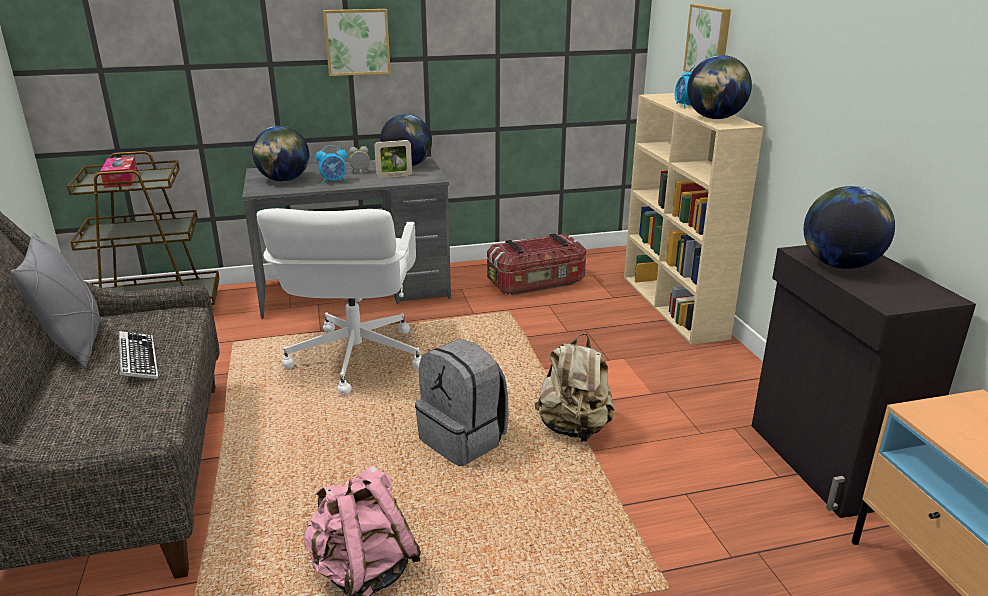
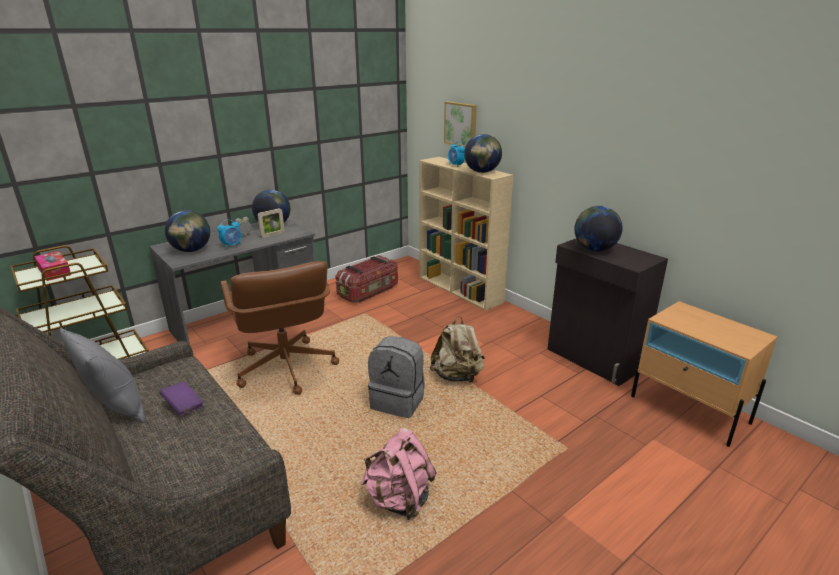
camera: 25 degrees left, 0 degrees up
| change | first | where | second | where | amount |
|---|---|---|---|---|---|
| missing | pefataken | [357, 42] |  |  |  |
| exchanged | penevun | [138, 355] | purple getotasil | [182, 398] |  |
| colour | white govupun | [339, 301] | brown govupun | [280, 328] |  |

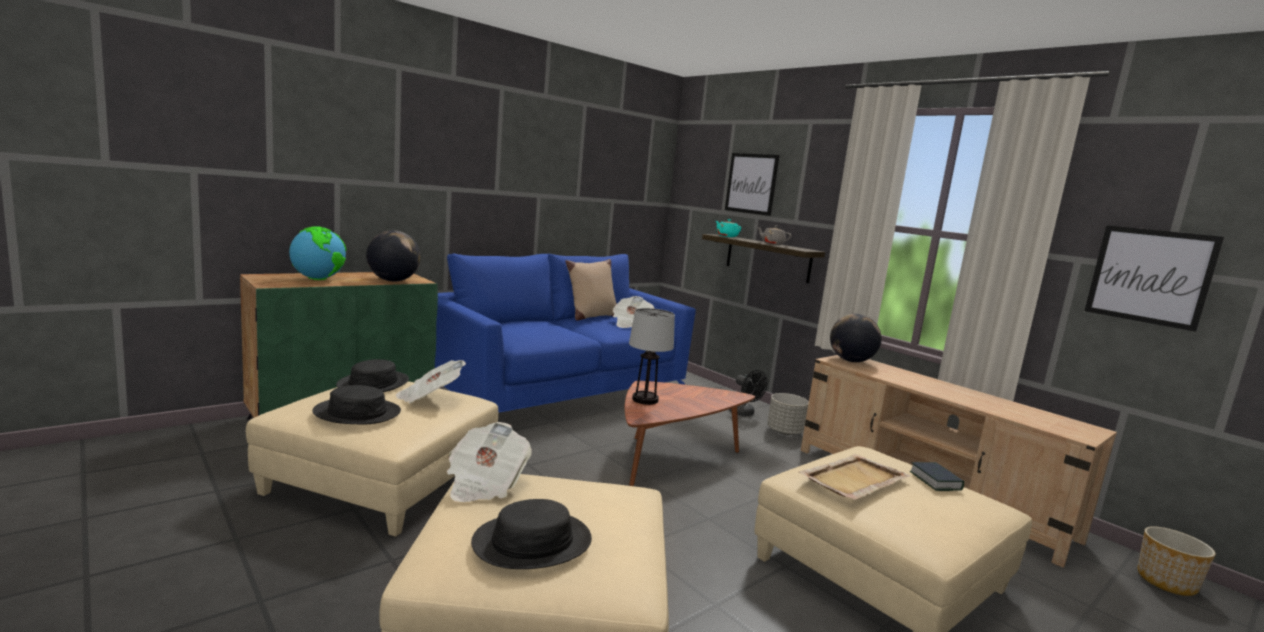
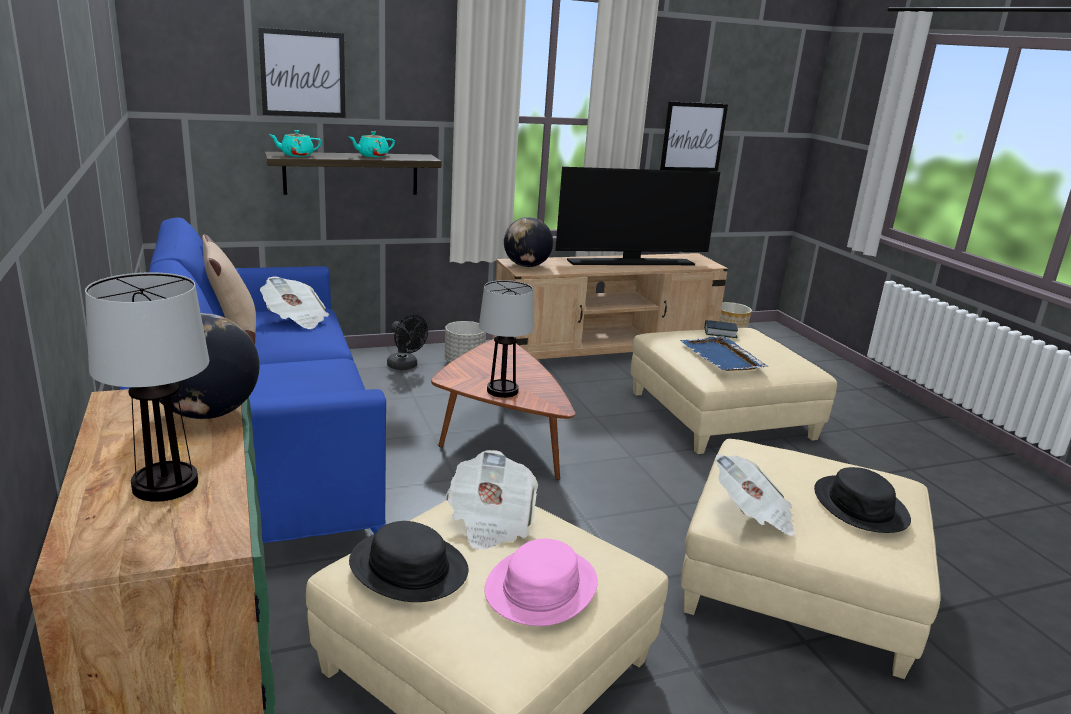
camera: 70 degrees left, 10 degrees up
| change | first | where | second | where | amount |
|---|---|---|---|---|---|
| appeared |  |  | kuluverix | [637, 216] |  |
| exchanged | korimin | [317, 253] | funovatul | [147, 387] |  |
| colour | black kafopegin | [356, 404] | pink kafopegin | [541, 582] |  |
| colour | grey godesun | [774, 235] | turquoise godesun | [372, 144] |  |
| colour | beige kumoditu | [854, 477] | blue kumoditu | [724, 353] |  |
| spun | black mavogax | [748, 393] |  | [407, 342] | 60 degrees clockwise |

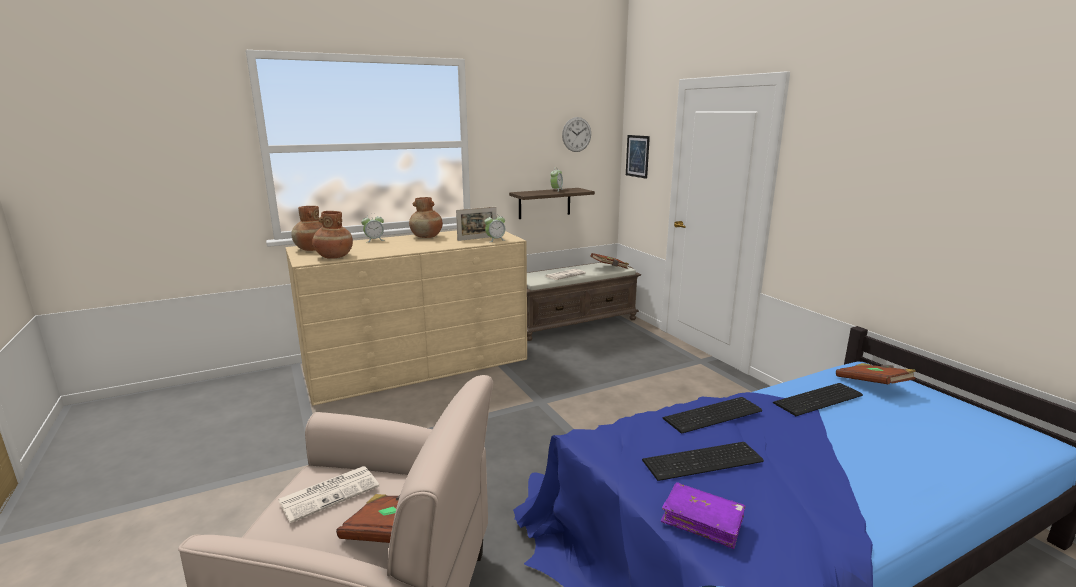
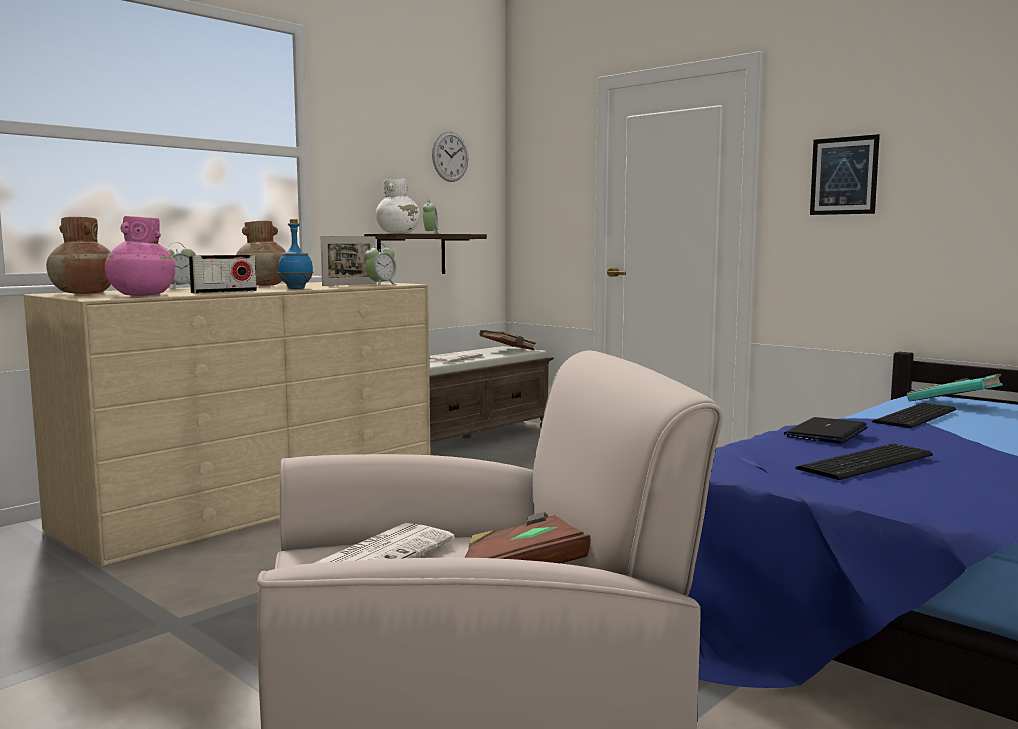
camera: 20 degrees left, 10 degrees down
| change | first | where | second | where | amount |
|---|---|---|---|---|---|
| missing | purple getotasil | [703, 515] |  |  |  |
| appeared |  |  | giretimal | [223, 274] |  |
| appeared |  |  | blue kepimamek | [295, 254] |  |
| appeared |  |  | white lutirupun | [398, 206] |  |
| relocated | pefataken | [638, 157] |  | [845, 174] |  |
| exchanged | penevun | [712, 415] | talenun | [825, 430] |  |
| colour | brown lutirupun | [332, 235] | pink lutirupun | [140, 256] |  |
| colour | brown getotasil | [876, 373] | turquoise getotasil | [955, 388] |  |

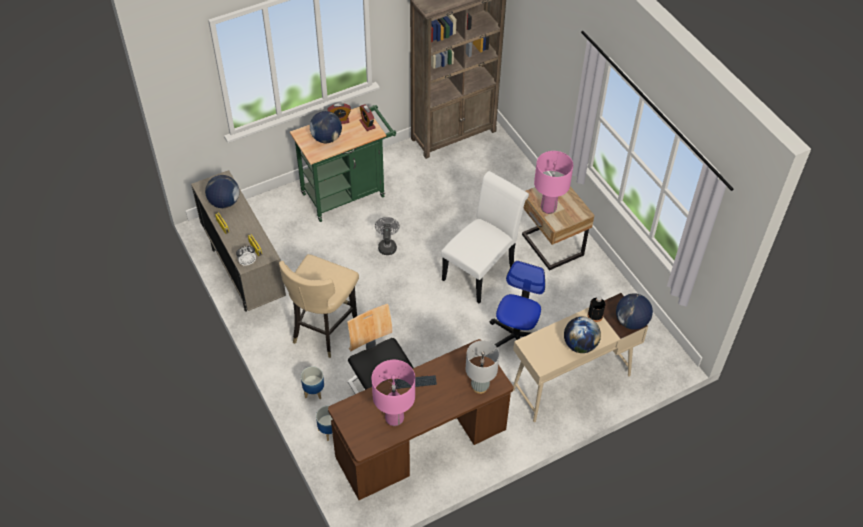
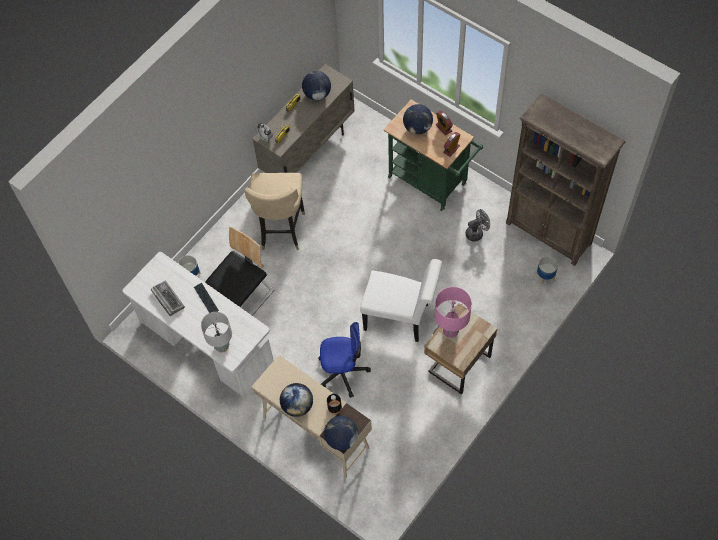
camera: 70 degrees right, 10 degrees up
| change | first | where | second | where | amount |
|---|---|---|---|---|---|
| relocated | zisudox | [312, 382] |  | [547, 270] |  |
| relocated | grey mavogax | [387, 236] |  | [478, 225] |  |
| exchanged | pink funovatul | [393, 393] | penevun | [168, 298] |  |
| colour | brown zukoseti | [420, 419] | white zukoseti | [198, 325] |  |
| spun | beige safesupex | [319, 306] |  | [274, 212] | 90 degrees counterclockwise |

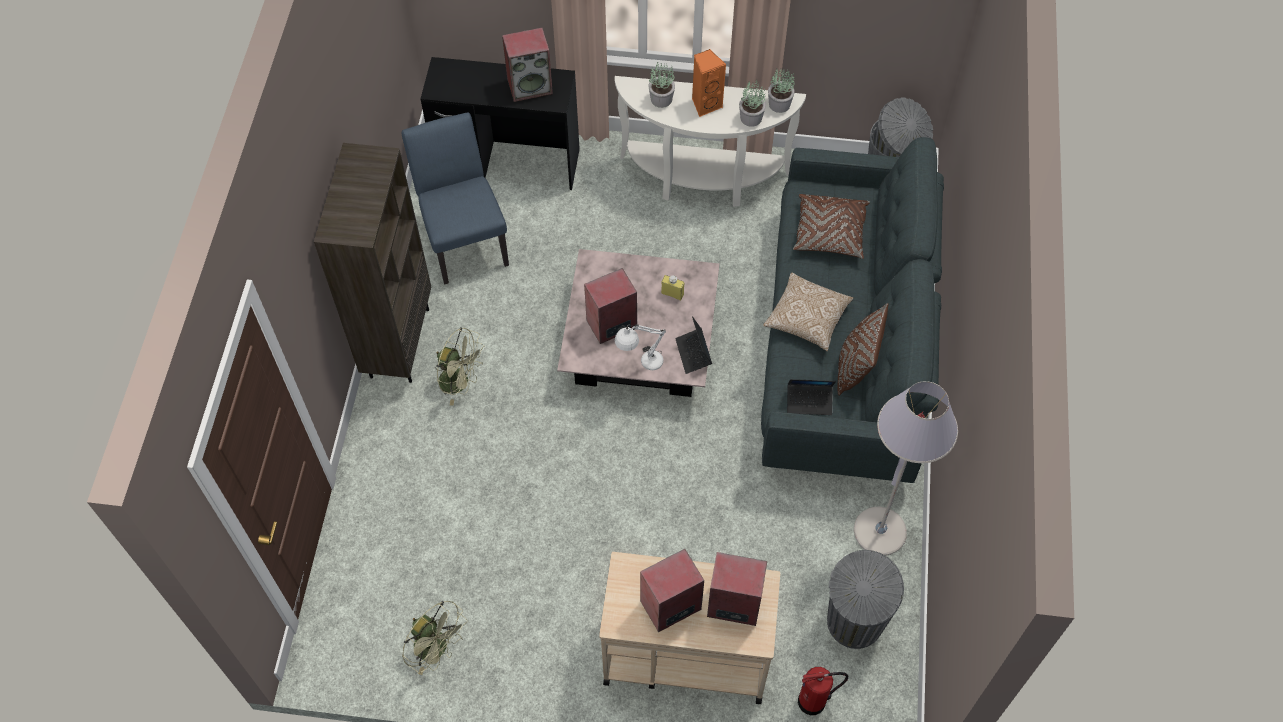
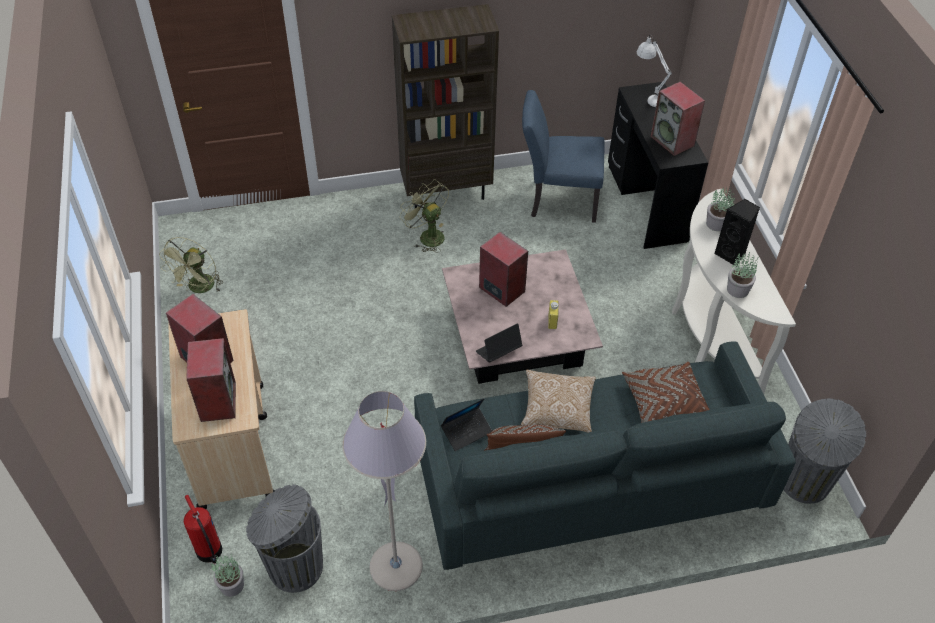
camera: 70 degrees right, 10 degrees down
| change | first | where | second | where | amount |
|---|---|---|---|---|---|
| relocated | white funovatul | [640, 347] |  | [654, 70] |  |
| relocated | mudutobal | [781, 90] |  | [227, 575] |  |
| colour | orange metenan | [709, 83] | black metenan | [737, 233] |  |
| spun | blue safesupex | [455, 198] |  | [563, 156] | 135 degrees counterclockwise |
| spun | green mavogax | [459, 366] |  | [424, 216] | 135 degrees clockwise |
| spun | talenun | [811, 397] |  | [466, 425] | 105 degrees counterclockwise |

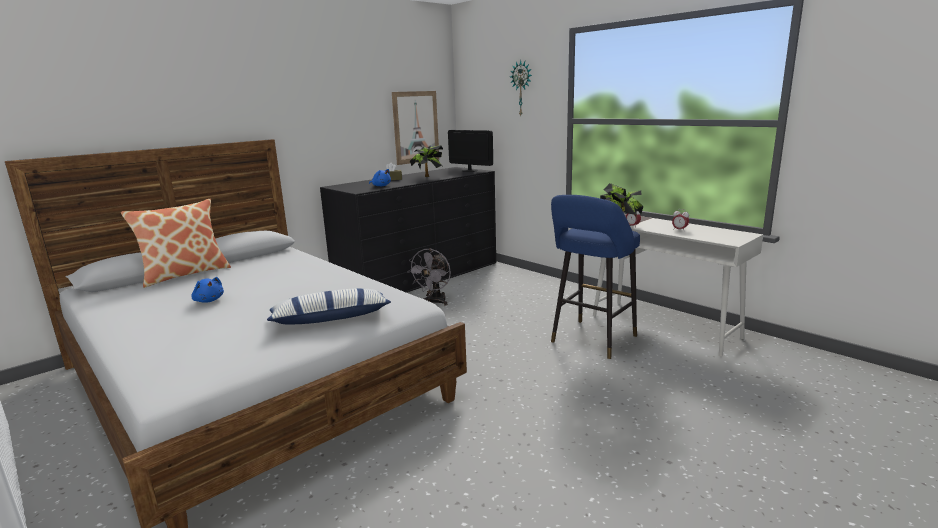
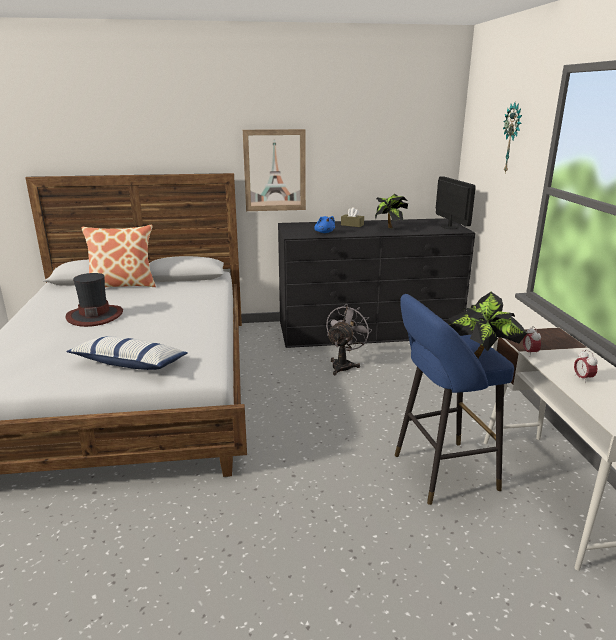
camera: 35 degrees right, 5 degrees up
| change | first | where | second | where | amount |
|---|---|---|---|---|---|
| relocated | pefataken | [415, 128] |  | [274, 170] |  |
| exchanged | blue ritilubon | [207, 290] | kafopegin | [94, 300] |  |
| spun | grey mavogax | [429, 277] |  | [349, 339] | 150 degrees clockwise |

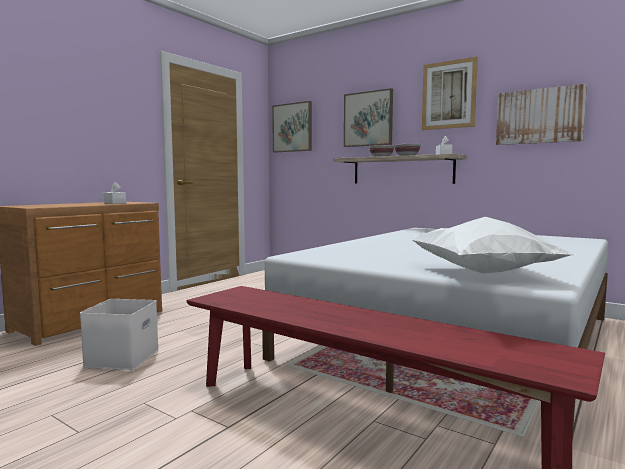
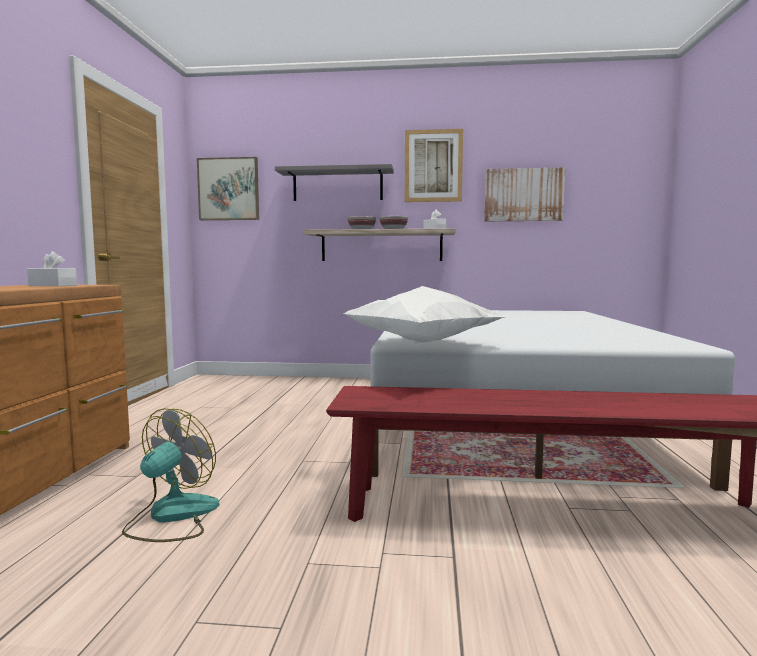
camera: 30 degrees left, 0 degrees up
| change | first | where | second | where | amount |
|---|---|---|---|---|---|
| relocated | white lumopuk | [493, 245] |  | [425, 314] |  |
| exchanged | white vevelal | [119, 334] | mavogax | [170, 475] |  |
| exchanged | pefataken | [368, 117] | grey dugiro | [334, 182] |  |

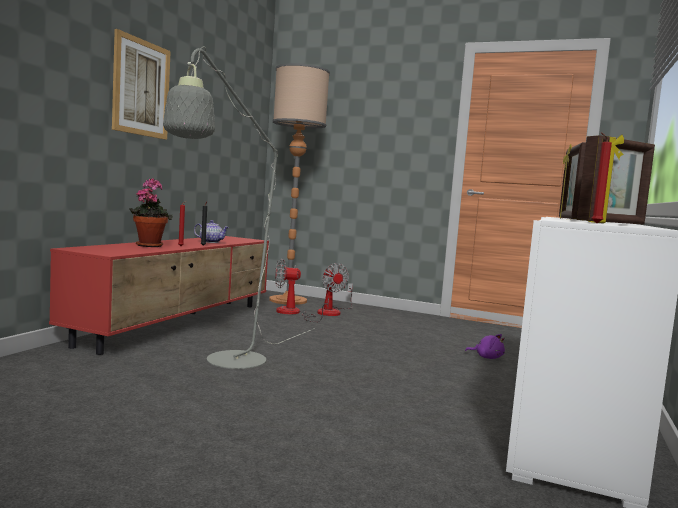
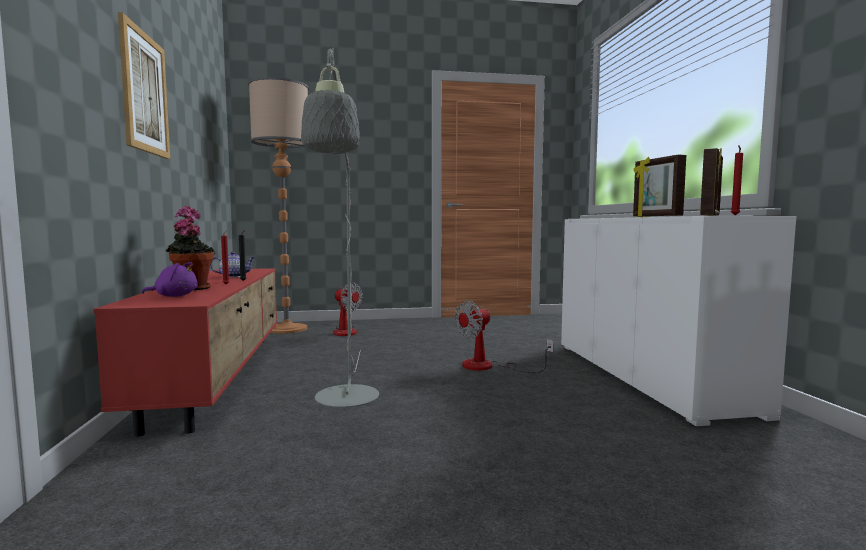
camera: 30 degrees left, 0 degrees up
| change | first | where | second | where | amount |
|---|---|---|---|---|---|
| relocated | mavogax | [302, 291] |  | [504, 336] |  |
| relocated | purple ritilubon | [485, 346] |  | [170, 279] |  |

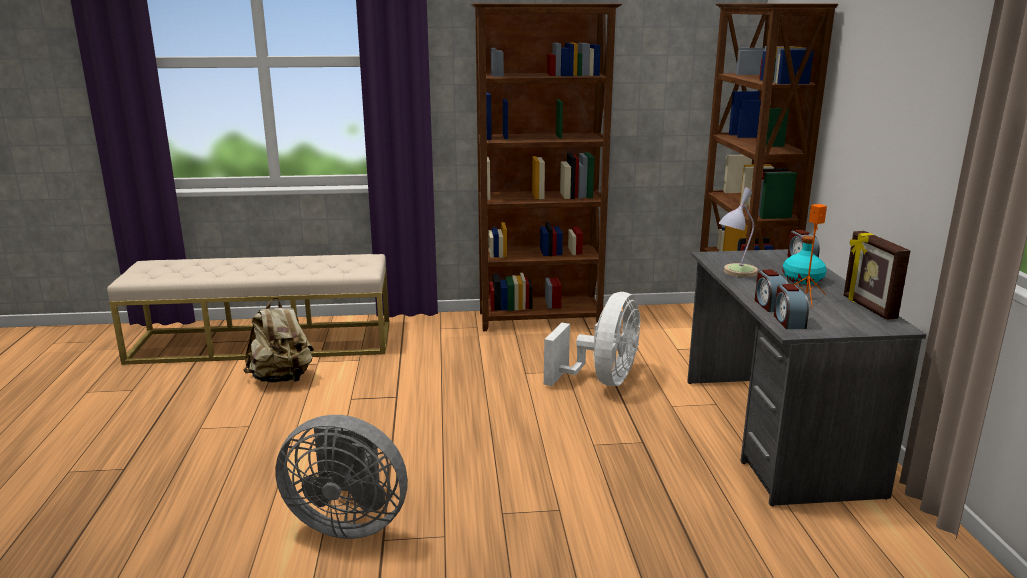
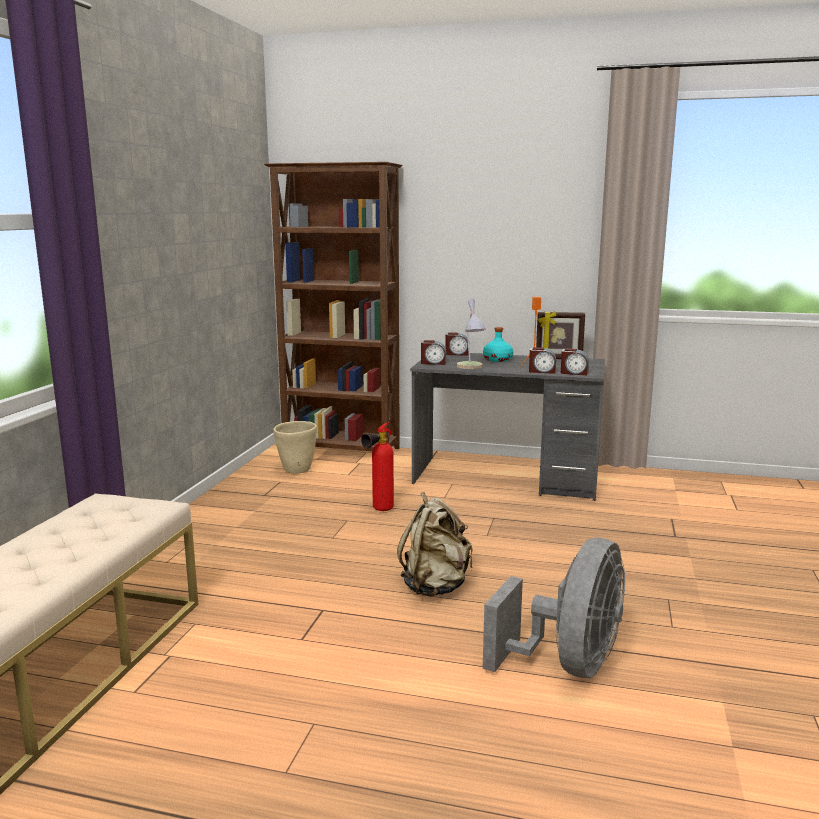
camera: 70 degrees left, 5 degrees down
| change | first | where | second | where | amount |
|---|---|---|---|---|---|
| missing | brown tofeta | [546, 167] |  |  |  |
| appeared |  |  | beige zisudox | [295, 447] |  |
| appeared |  |  | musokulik | [433, 352] |  |
| relocated | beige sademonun | [278, 340] |  | [435, 544] |  |
| exchanged | white mavogax | [592, 339] | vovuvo | [377, 467] |  |

